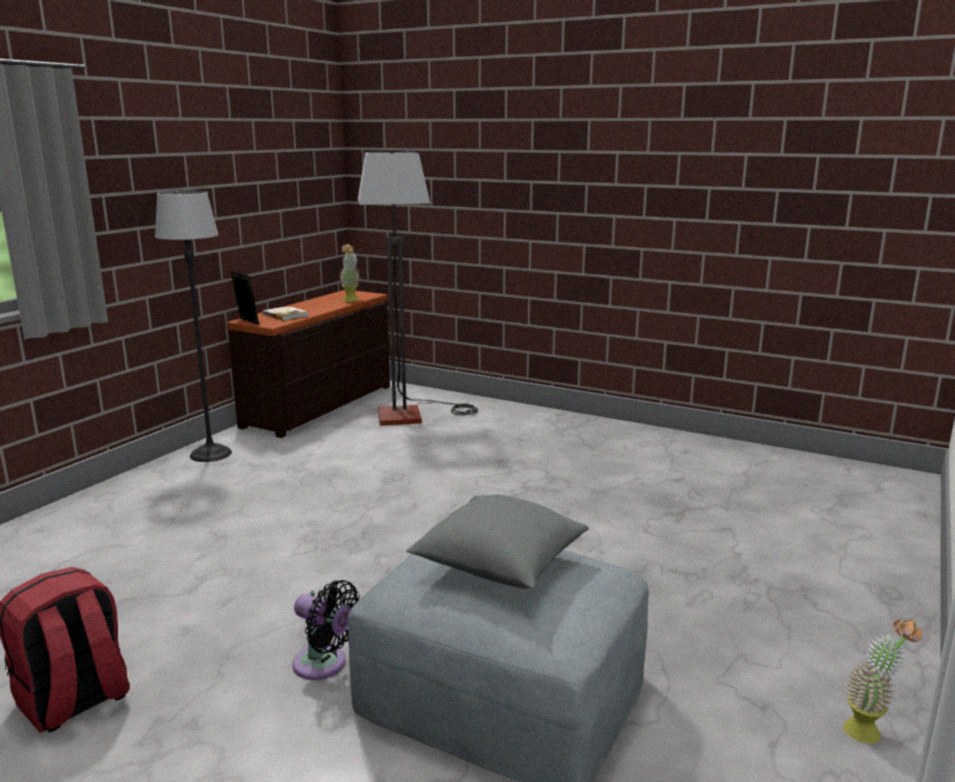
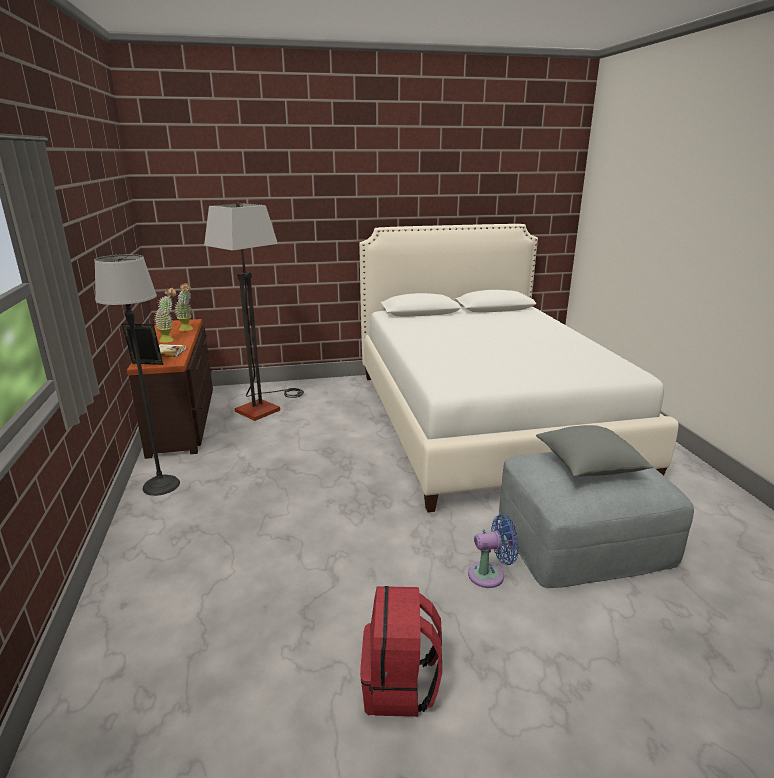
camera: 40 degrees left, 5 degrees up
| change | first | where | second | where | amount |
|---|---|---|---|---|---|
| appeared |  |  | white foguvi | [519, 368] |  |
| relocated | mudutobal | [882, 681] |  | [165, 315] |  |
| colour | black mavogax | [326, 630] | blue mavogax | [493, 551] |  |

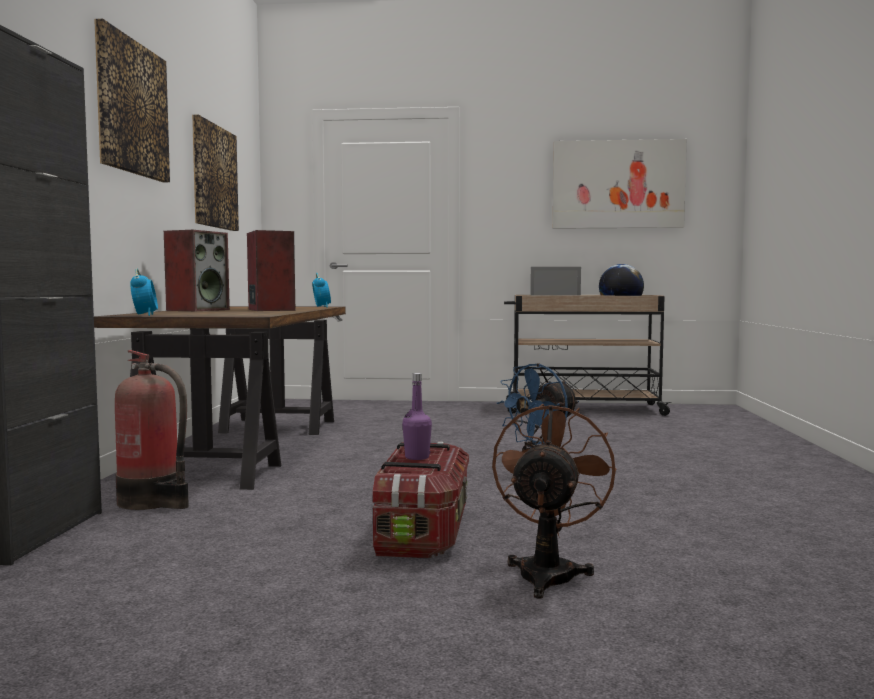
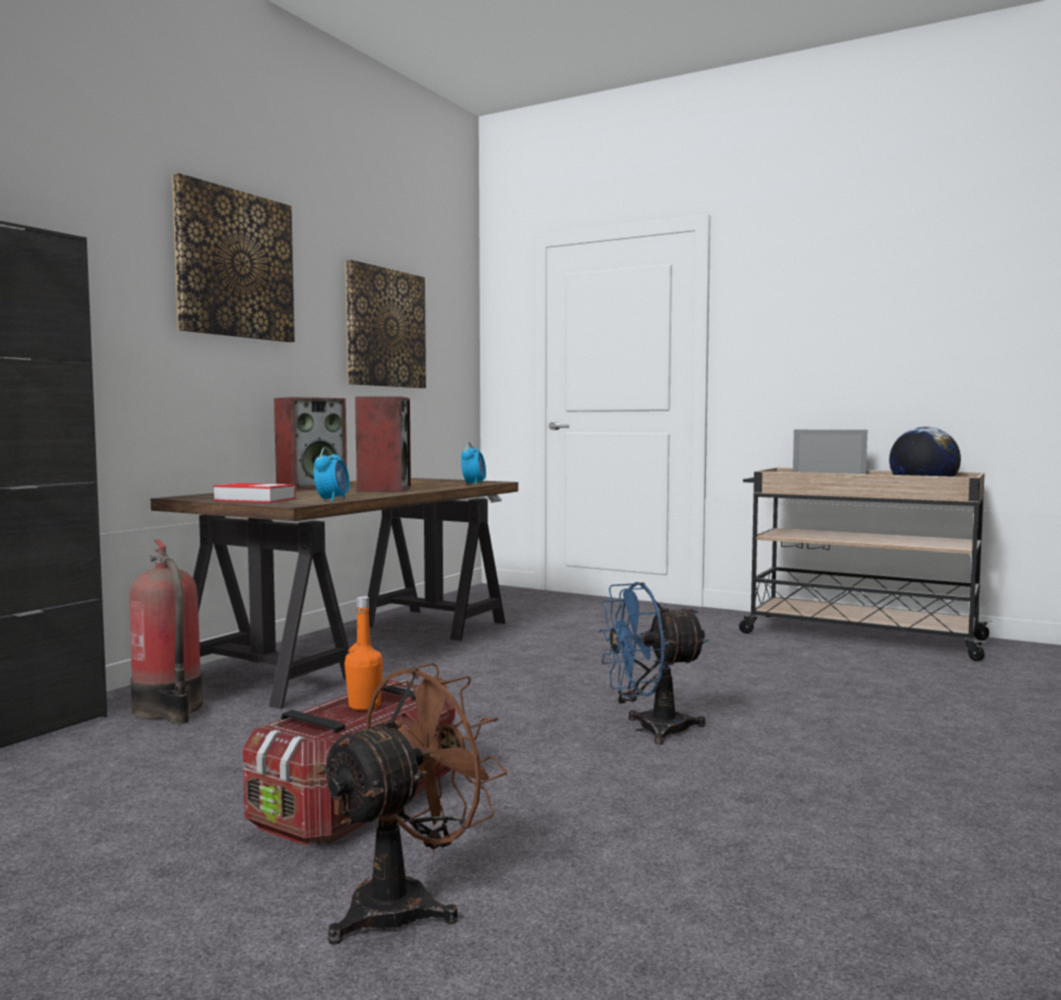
camera: 25 degrees right, 0 degrees up
| change | first | where | second | where | amount |
|---|---|---|---|---|---|
| missing | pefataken | [620, 184] |  |  |  |
| appeared |  |  | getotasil | [254, 493] |  |
| relocated | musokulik | [144, 292] |  | [331, 474] |  |
| colour | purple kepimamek | [417, 416] | orange kepimamek | [363, 653] |  |

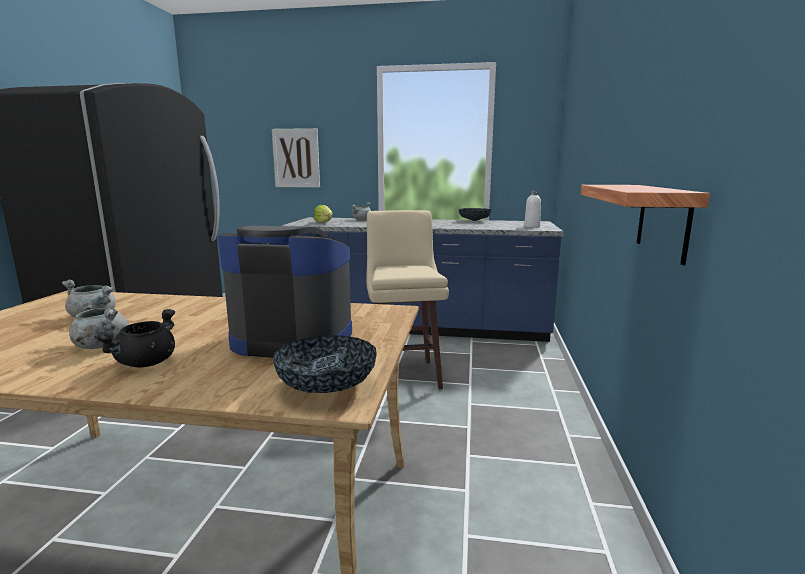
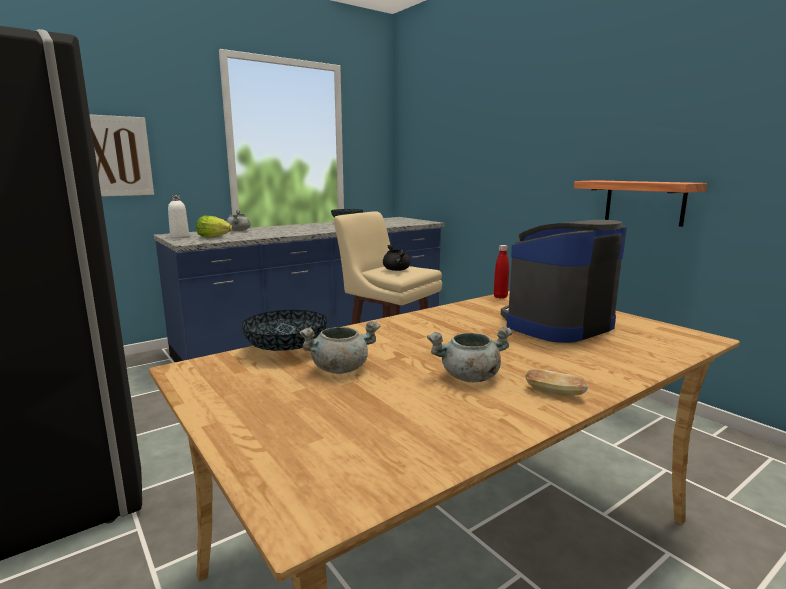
camera: 45 degrees left, 0 degrees up
| change | first | where | second | where | amount |
|---|---|---|---|---|---|
| appeared |  |  | red kepimamek | [501, 272] |  |
| appeared |  |  | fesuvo | [556, 382] |  |
| relocated | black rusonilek | [134, 338] |  | [396, 257] |  |
| relocated | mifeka | [325, 364] |  | [284, 330] |  |
| relocated | white kepimamek | [532, 209] |  | [178, 217] |  |

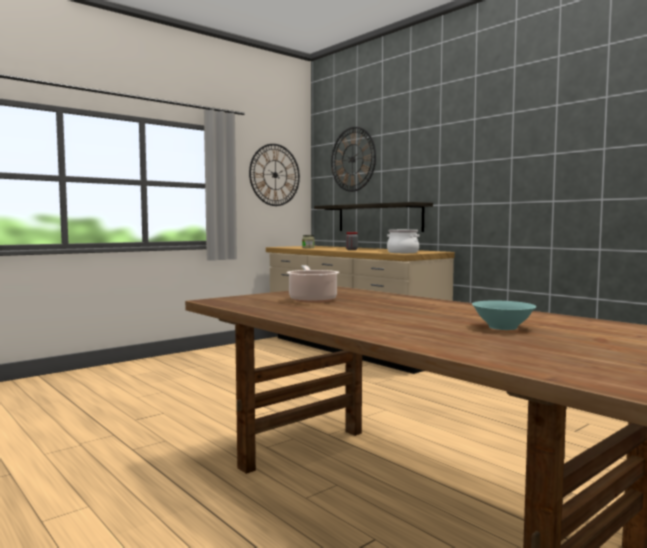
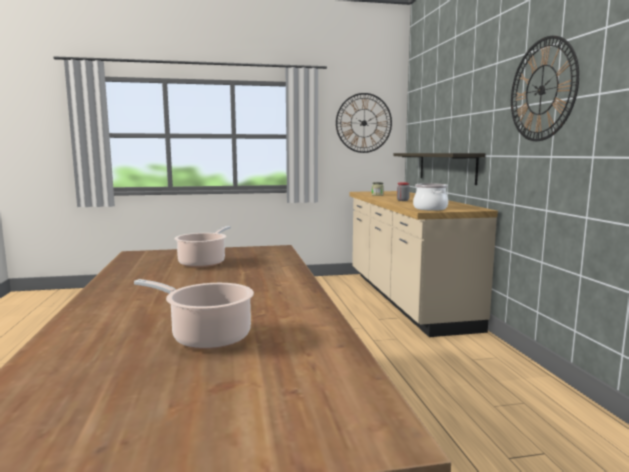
camera: 30 degrees right, 5 degrees up
| change | first | where | second | where | amount |
|---|---|---|---|---|---|
| relocated | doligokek | [353, 159] |  | [545, 88] |  |
| exchanged | turquoise mifeka | [504, 315] | rusonilek | [194, 314] |  |

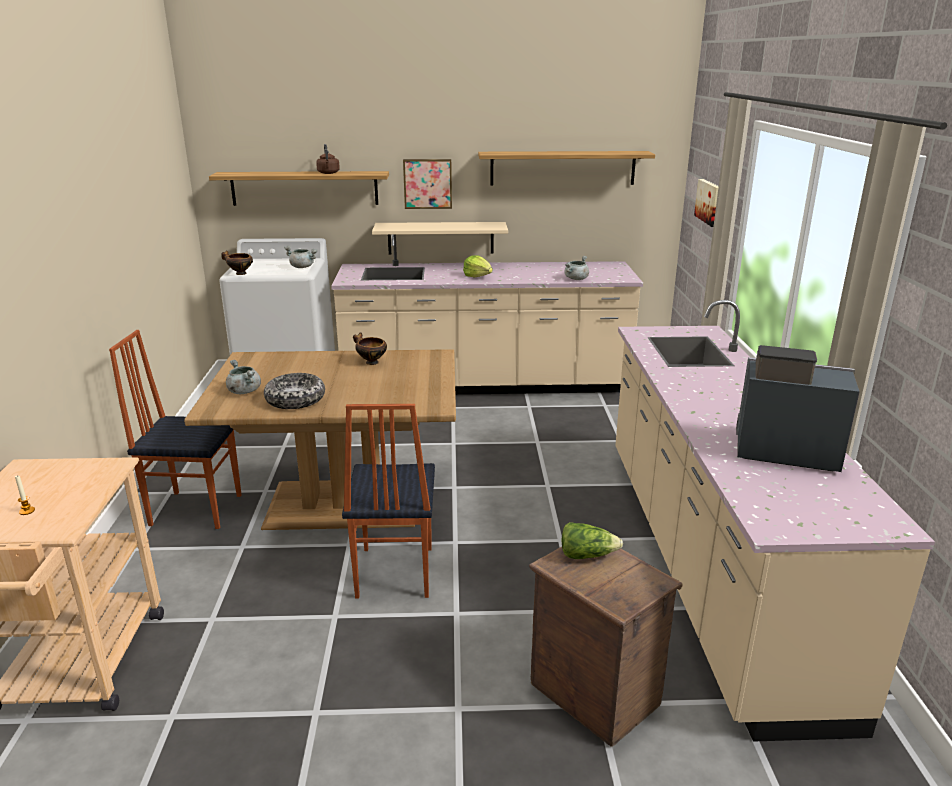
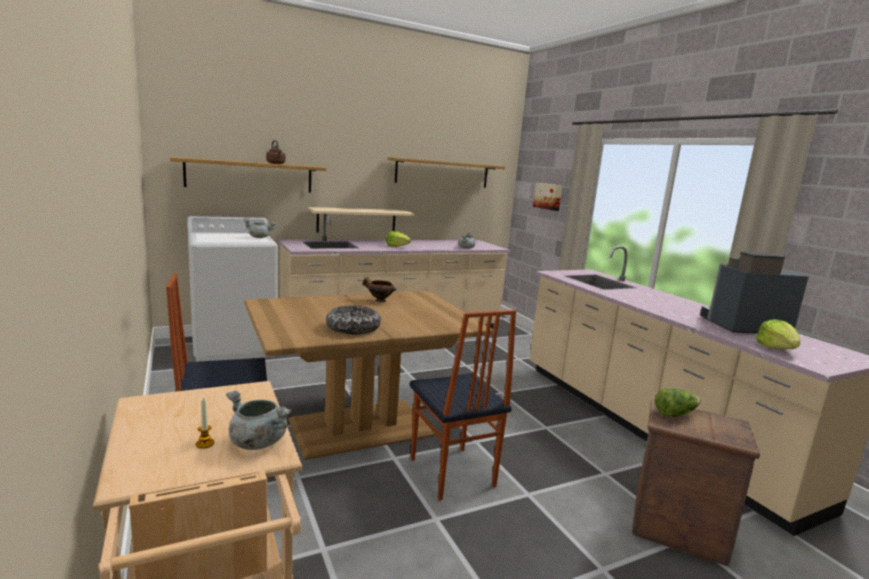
camera: 25 degrees left, 10 degrees down
| change | first | where | second | where | amount |
|---|---|---|---|---|---|
| missing | mifeka | [237, 262] |  |  |  |
| missing | pefataken | [427, 184] |  |  |  |
| appeared |  |  | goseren | [778, 334] |  |
| relocated | grey rusonilek | [243, 377] |  | [259, 420] |  |

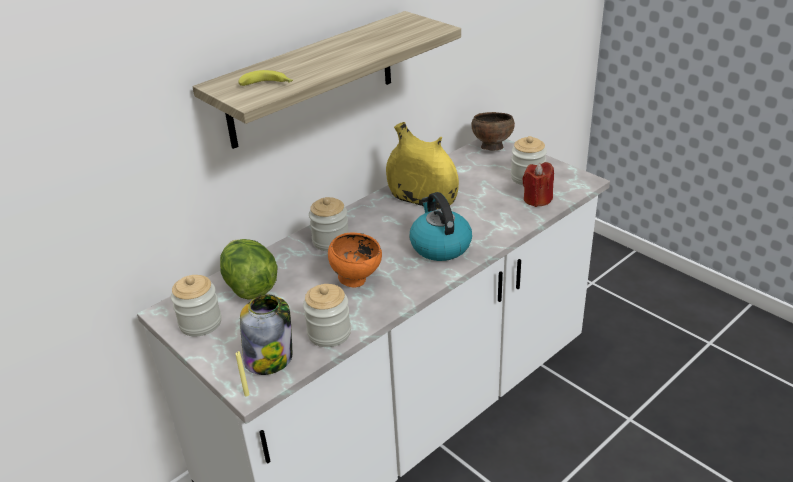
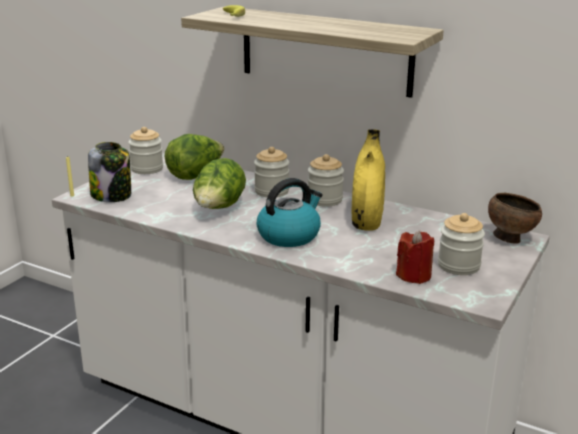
camera: 70 degrees right, 10 degrees down
| change | first | where | second | where | amount |
|---|---|---|---|---|---|
| relocated | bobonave | [327, 315] |  | [326, 180] |  |
| exchanged | orange mifeka | [355, 260] | goseren | [219, 183] |  |

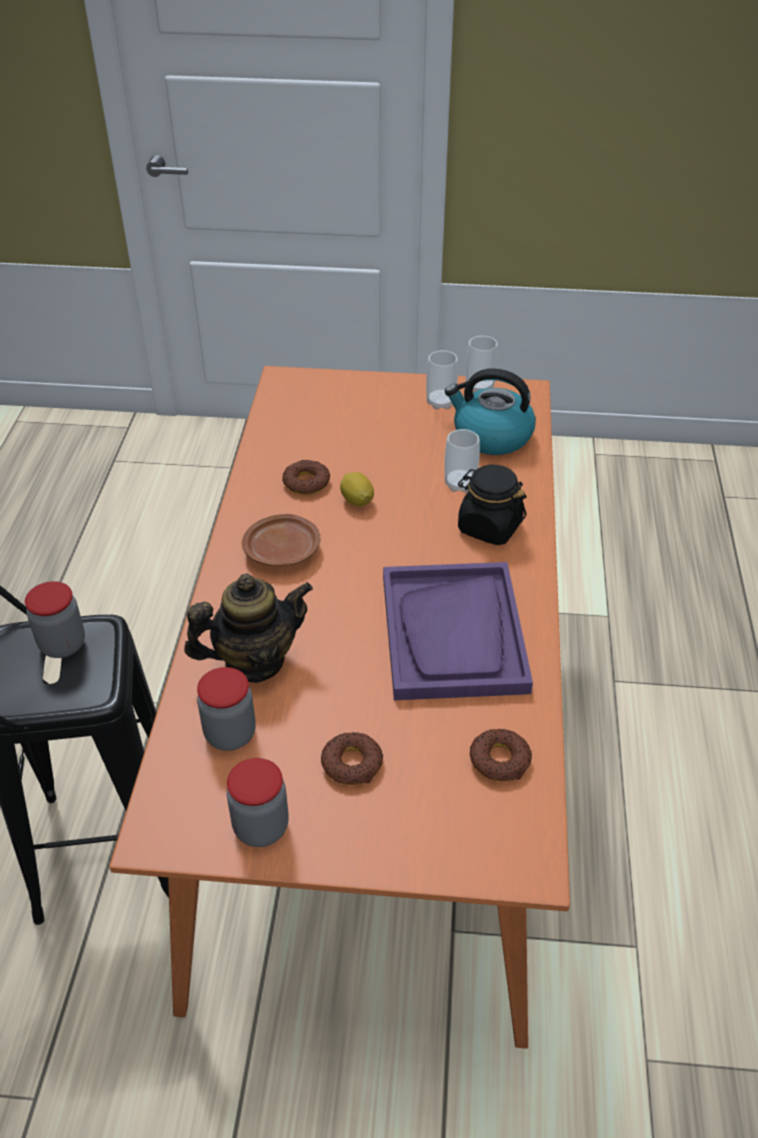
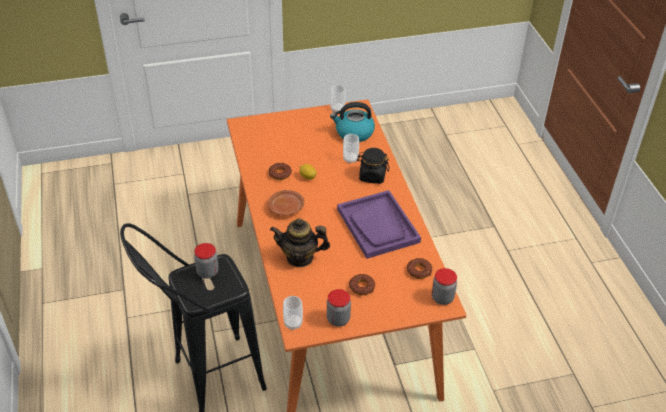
camera: 20 degrees left, 0 degrees up
| change | first | where | second | where | amount |
|---|---|---|---|---|---|
| relocated | bobonave | [226, 709] |  | [444, 286] |  |
| relocated | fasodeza | [442, 380] |  | [293, 313] |  |
| spun | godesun | [248, 628] |  | [300, 242] | 135 degrees counterclockwise |

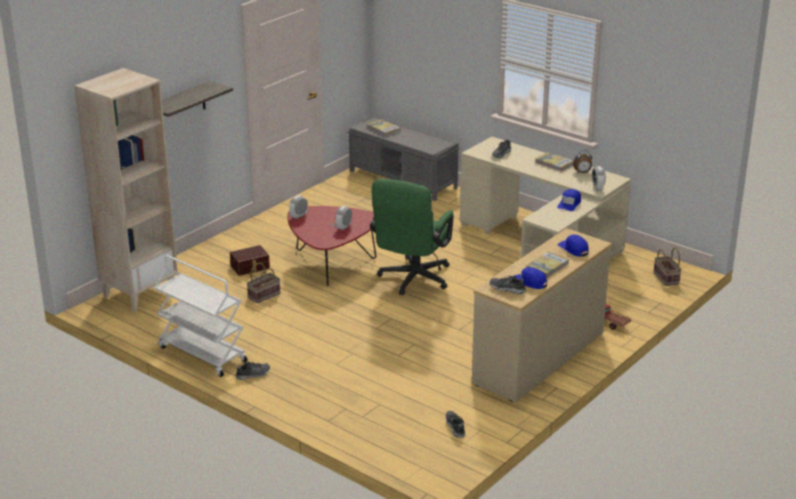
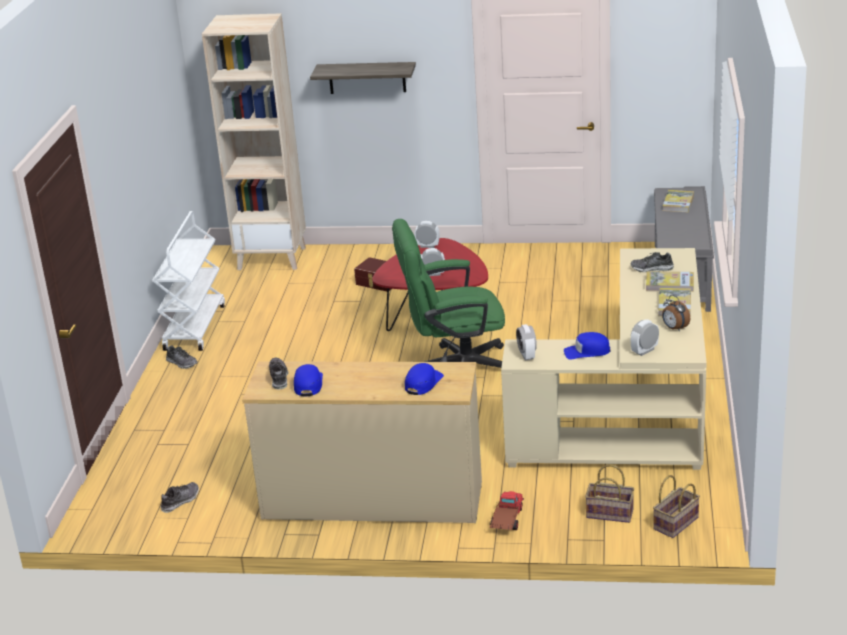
camera: 60 degrees right, 0 degrees up
| change | first | where | second | where | amount |
|---|---|---|---|---|---|
| appeared |  |  | musokulik | [526, 342] |  |
| relocated | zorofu | [263, 283] |  | [609, 493] |  |
| relocated | getotasil | [547, 264] |  | [670, 281] |  |

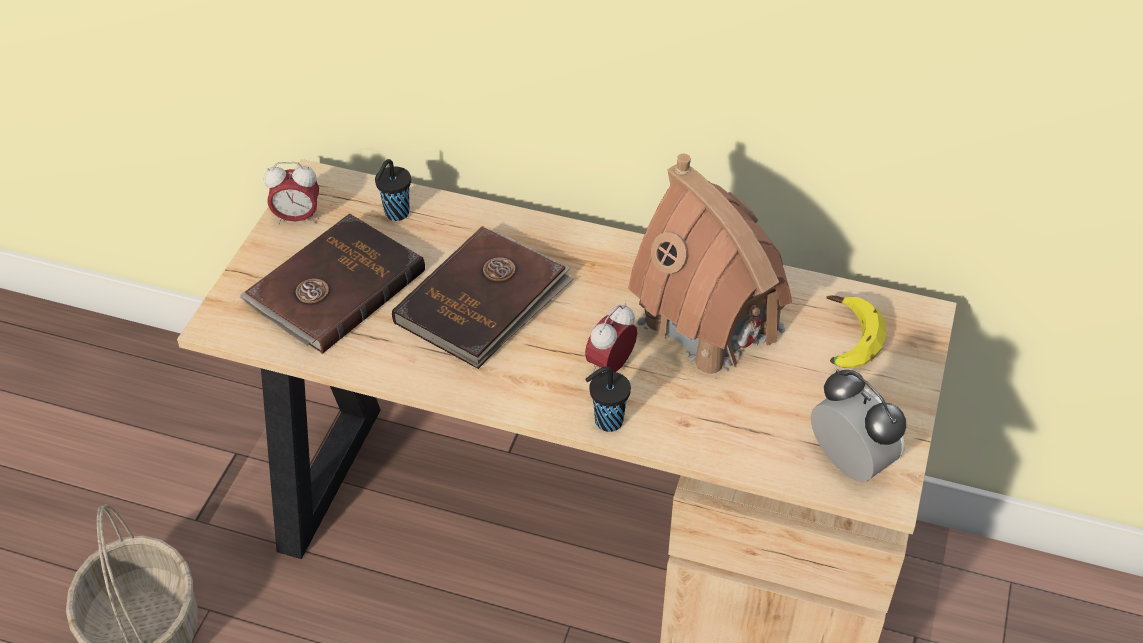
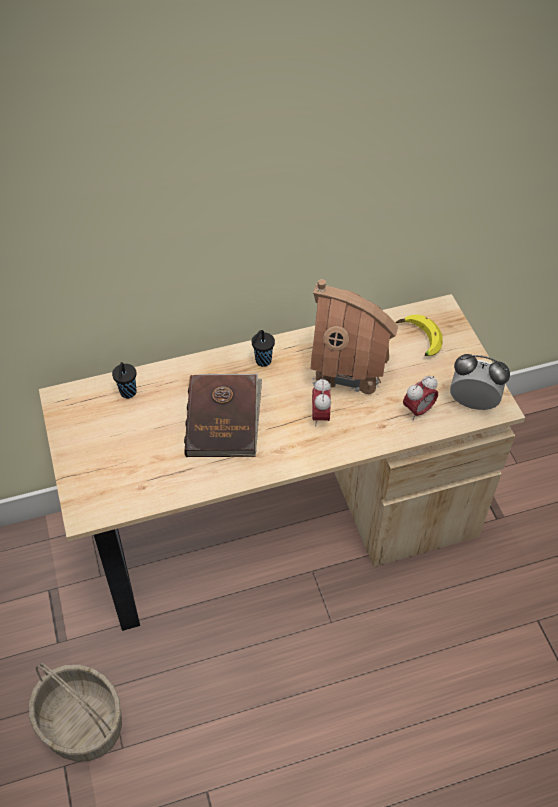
camera: 35 degrees left, 5 degrees up
| change | first | where | second | where | amount |
|---|---|---|---|---|---|
| missing | brown getotasil | [332, 284] |  |  |  |
| relocated | musokulik | [291, 193] |  | [420, 398] |  |
| relocated | black fasodeza | [608, 399] |  | [263, 348] |  |

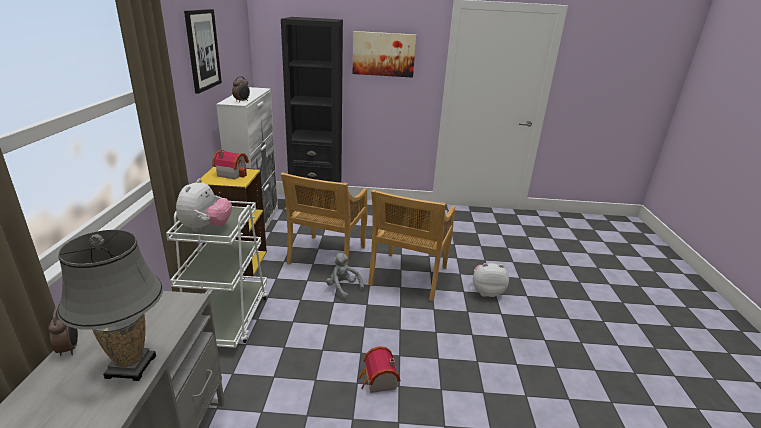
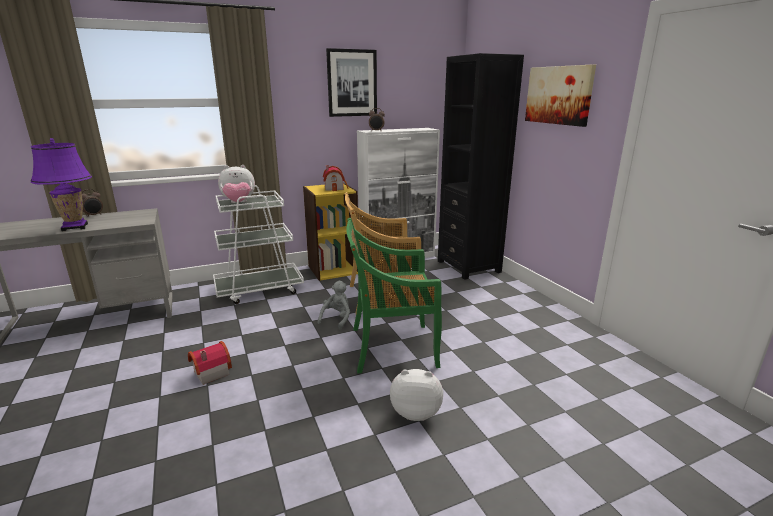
camera: 65 degrees right, 5 degrees down
| change | first | where | second | where | amount |
|---|---|---|---|---|---|
| colour | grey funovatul | [110, 305] | purple funovatul | [61, 184] |  |
| colour | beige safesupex | [411, 245] | green safesupex | [394, 295] |  |
| spun | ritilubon | [491, 280] |  | [416, 395] | 60 degrees counterclockwise |

